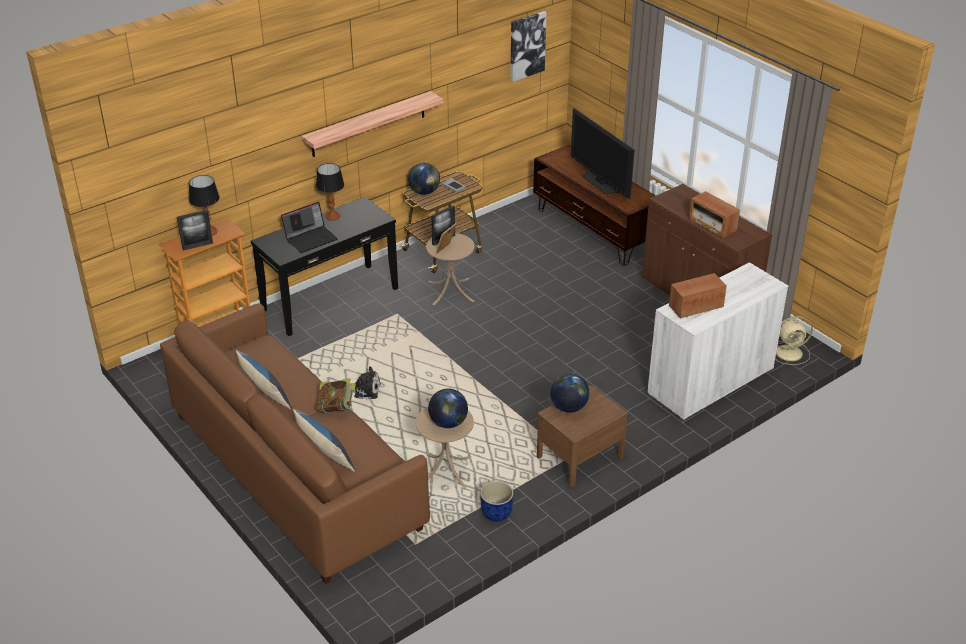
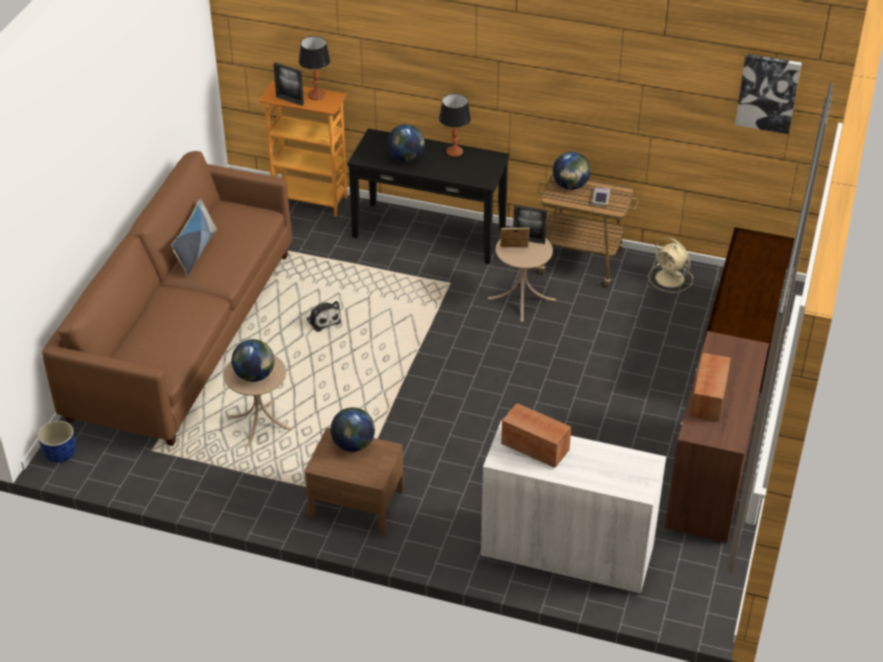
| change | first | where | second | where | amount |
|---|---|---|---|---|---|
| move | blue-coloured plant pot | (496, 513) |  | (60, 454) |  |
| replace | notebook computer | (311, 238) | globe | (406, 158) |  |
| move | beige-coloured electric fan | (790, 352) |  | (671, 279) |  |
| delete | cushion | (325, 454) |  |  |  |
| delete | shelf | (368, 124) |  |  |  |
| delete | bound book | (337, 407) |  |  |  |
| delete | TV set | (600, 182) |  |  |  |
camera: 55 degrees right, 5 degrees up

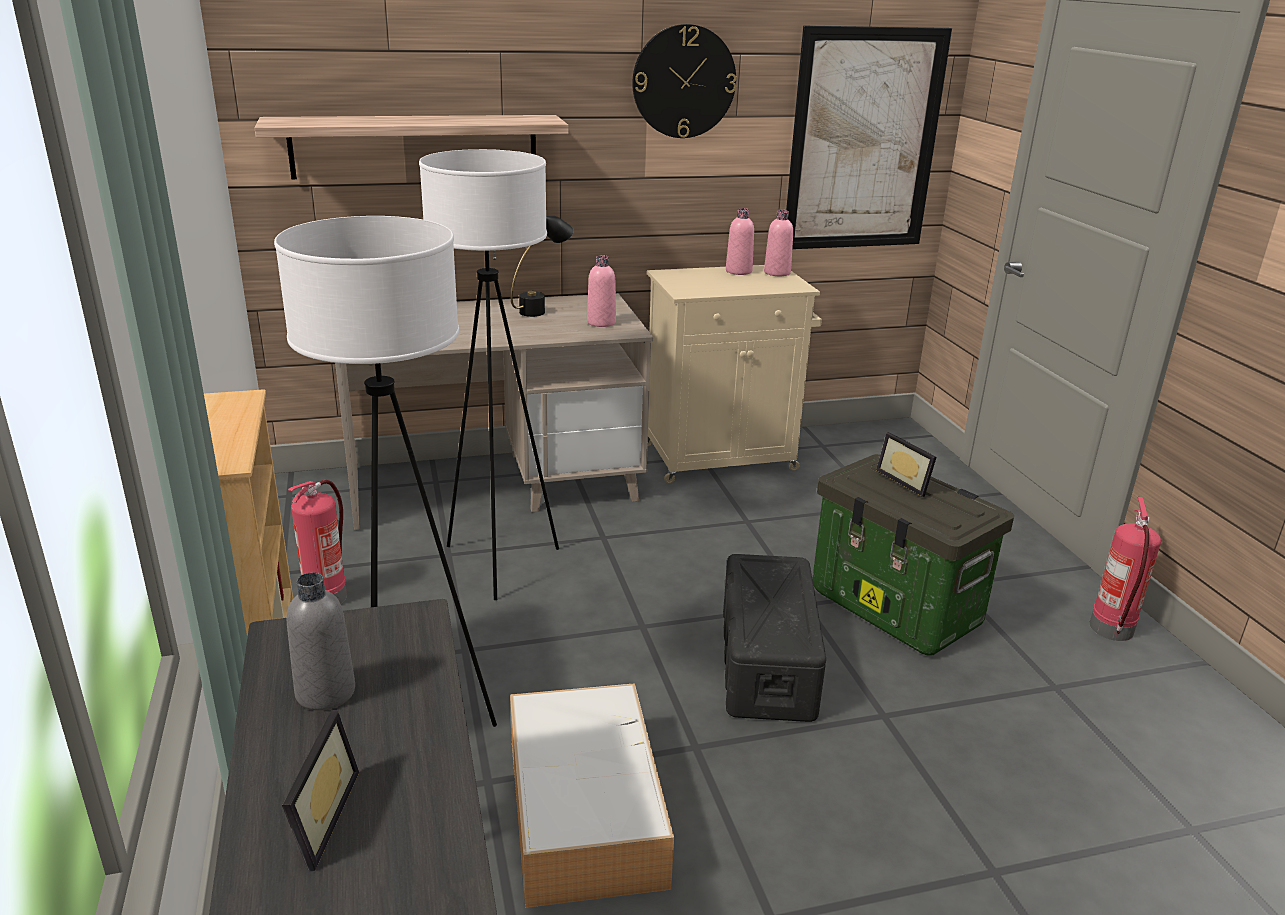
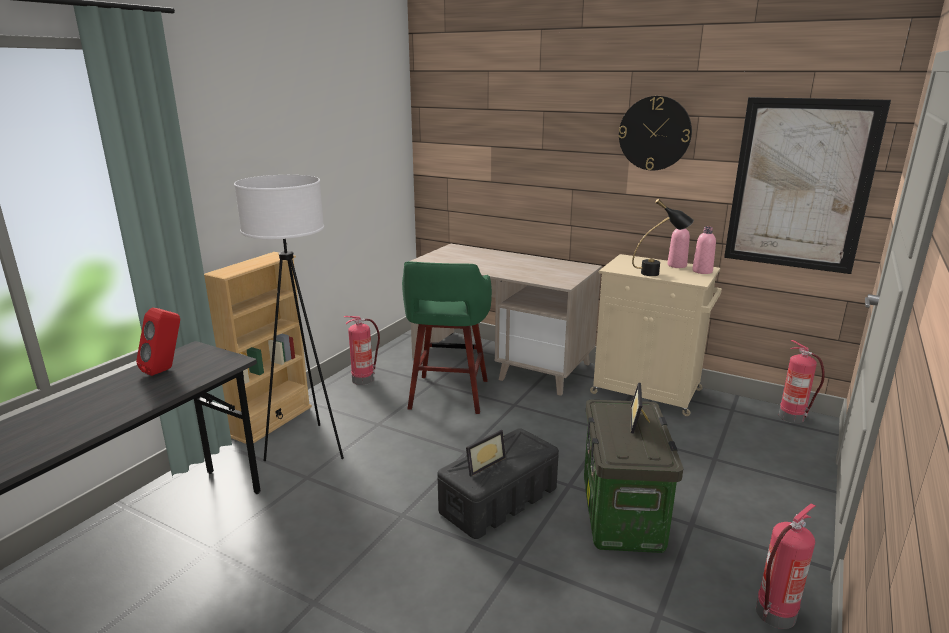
| change | first | where | second | where | amount |
|---|---|---|---|---|---|
| replace | grey bottle | (325, 692) | reddish loudspeaker | (166, 369) |  |
| replace | white-coloured standard lamp | (499, 563) | greenish sitting stool | (448, 395) |  |
| move | standing frame | (314, 817) |  | (482, 463) |  |
| move | blackish lamp for a table | (541, 309) |  | (658, 273) |  |
| insert |  |  | fire extinguisher | (793, 417) |  |
| delete | shelf | (415, 146) |  |  |  |
| delete | storage box | (583, 807) |  |  |  |
| delete | pink bottle | (601, 322) |  |  |  |
camera: 45 degrees right, 5 degrees down

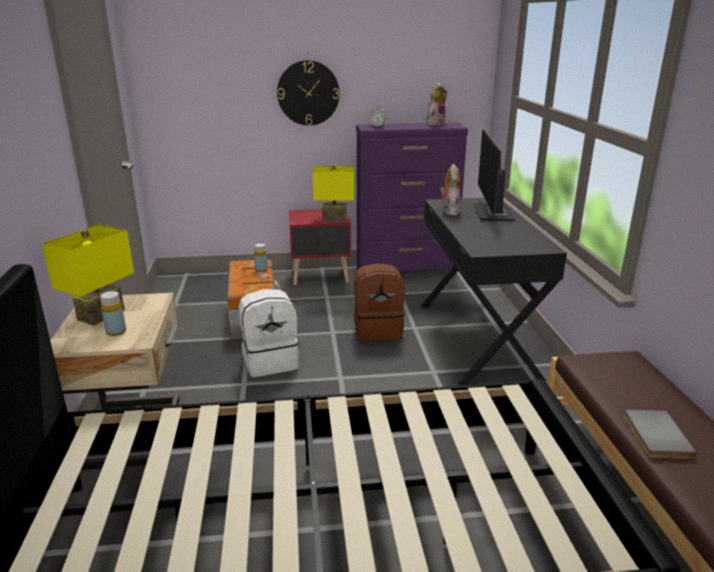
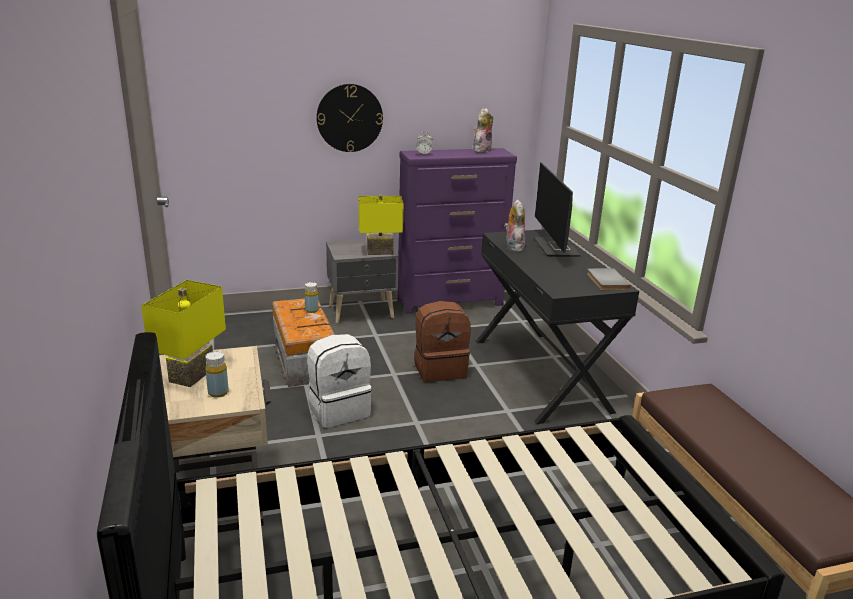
| change | first | where | second | where | amount |
|---|---|---|---|---|---|
| recolor | reddish nightstand | (321, 276) | grey nightstand | (362, 312) |  |
| move | grey bound book | (654, 436) |  | (605, 281) |  |
camera: 10 degrees left, 0 degrees up

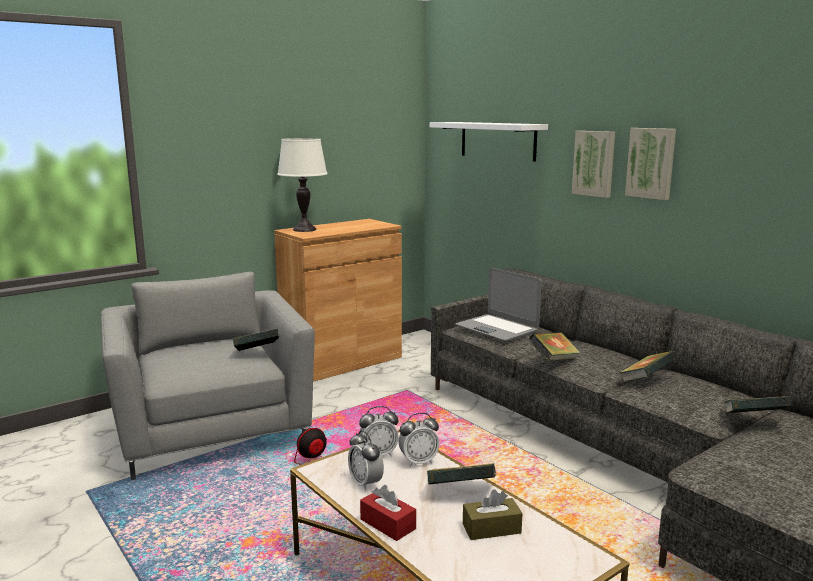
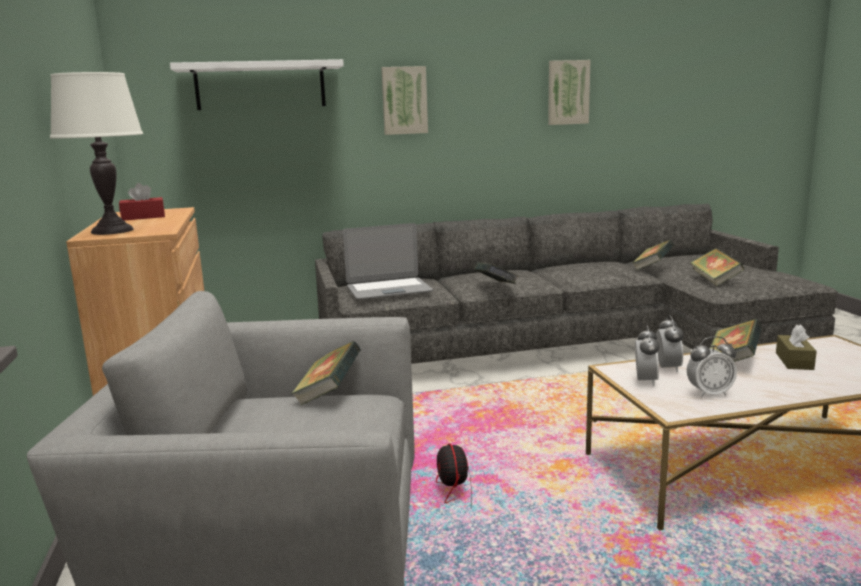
| change | first | where | second | where | amount |
|---|---|---|---|---|---|
| move | reddish tissue holder | (388, 524) |  | (143, 217) |  |
| move | wall art | (651, 163) |  | (567, 92) |  |
| move | bound book | (646, 381) |  | (715, 280) |  |
camera: 65 degrees left, 0 degrees up

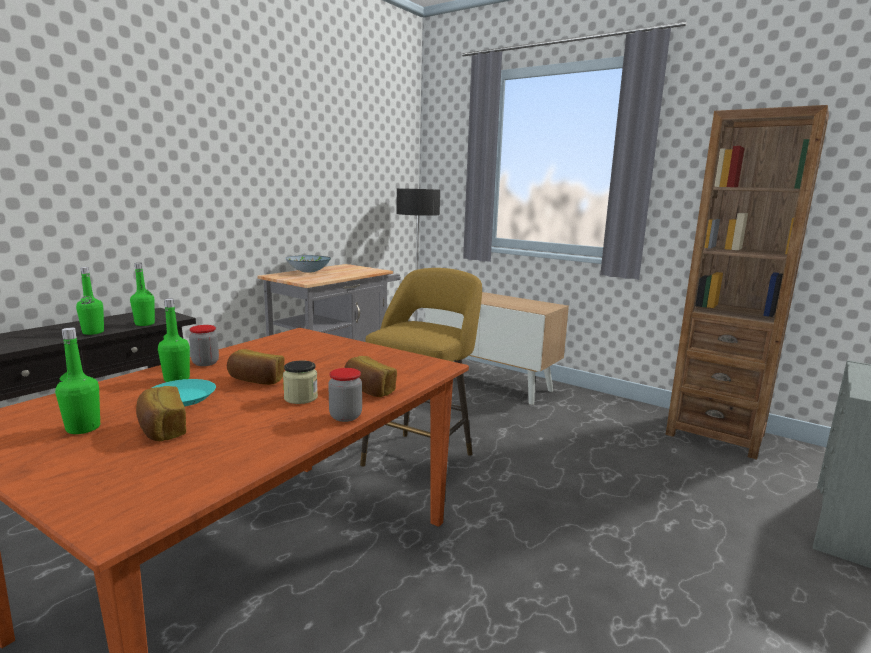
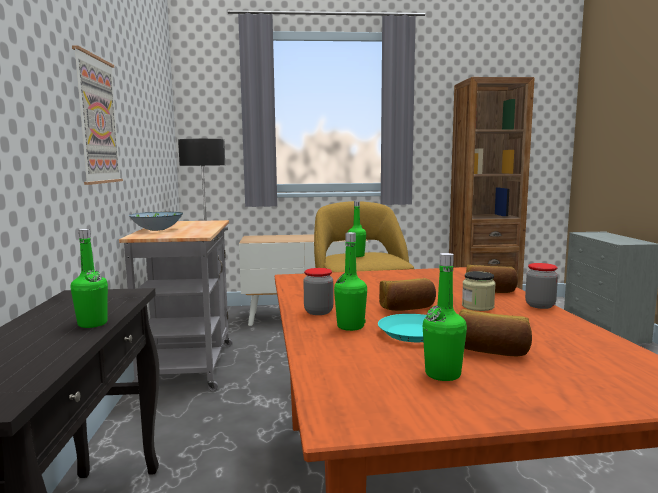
| change | first | where | second | where | amount |
|---|---|---|---|---|---|
| insert |  |  | wall art | (97, 120) |  |
| move | greenish bottle | (145, 324) |  | (356, 255) |  |
camera: 40 degrees left, 5 degrees down

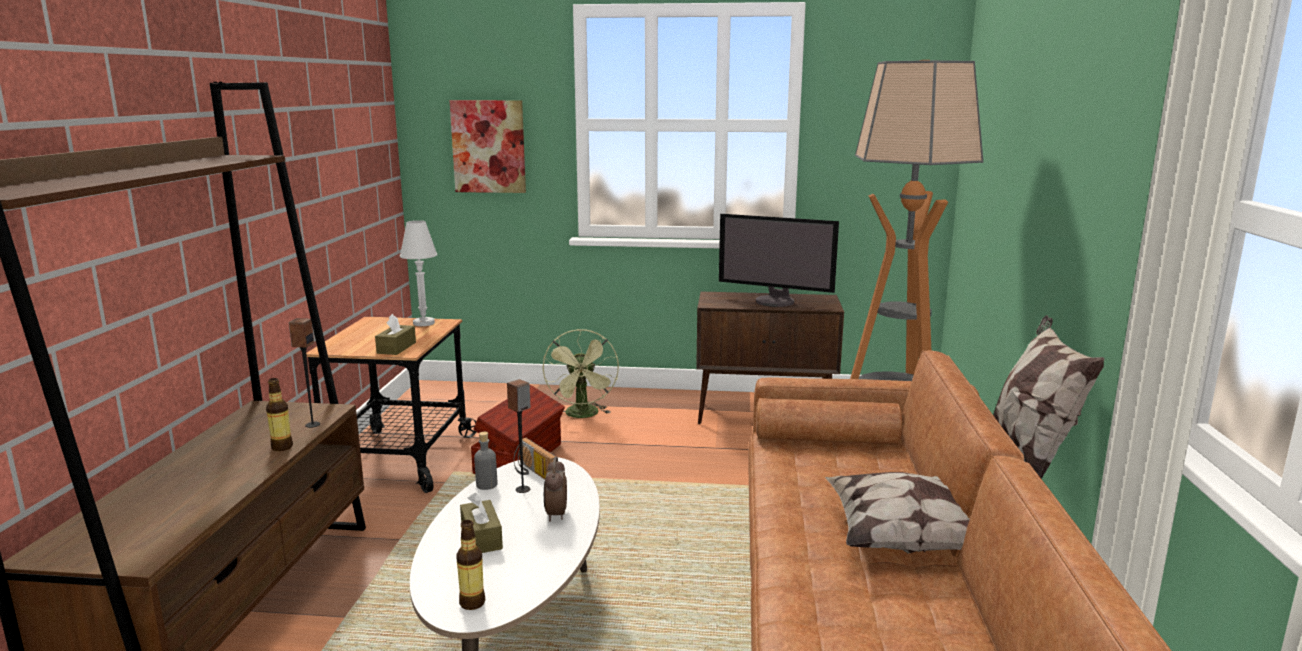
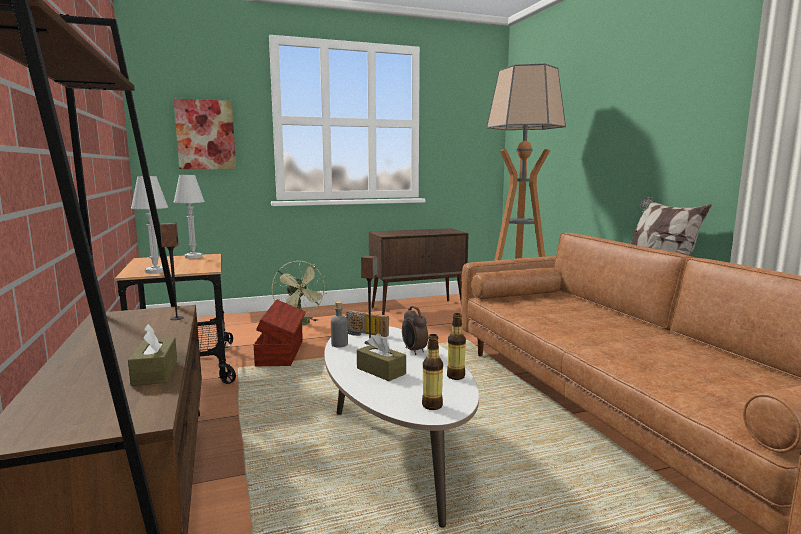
| change | first | where | second | where | amount |
|---|---|---|---|---|---|
| move | brownish tissue holder | (396, 348) |  | (155, 372) |  |
| insert |  |  | white-coloured lamp for a table | (155, 271) |  |
| move | bottle | (282, 447) |  | (455, 376) |  |
| delete | computer display | (775, 301) |  |  |  |
| delete | cushion | (904, 539) |  |  |  |
camera: 25 degrees left, 5 degrees down

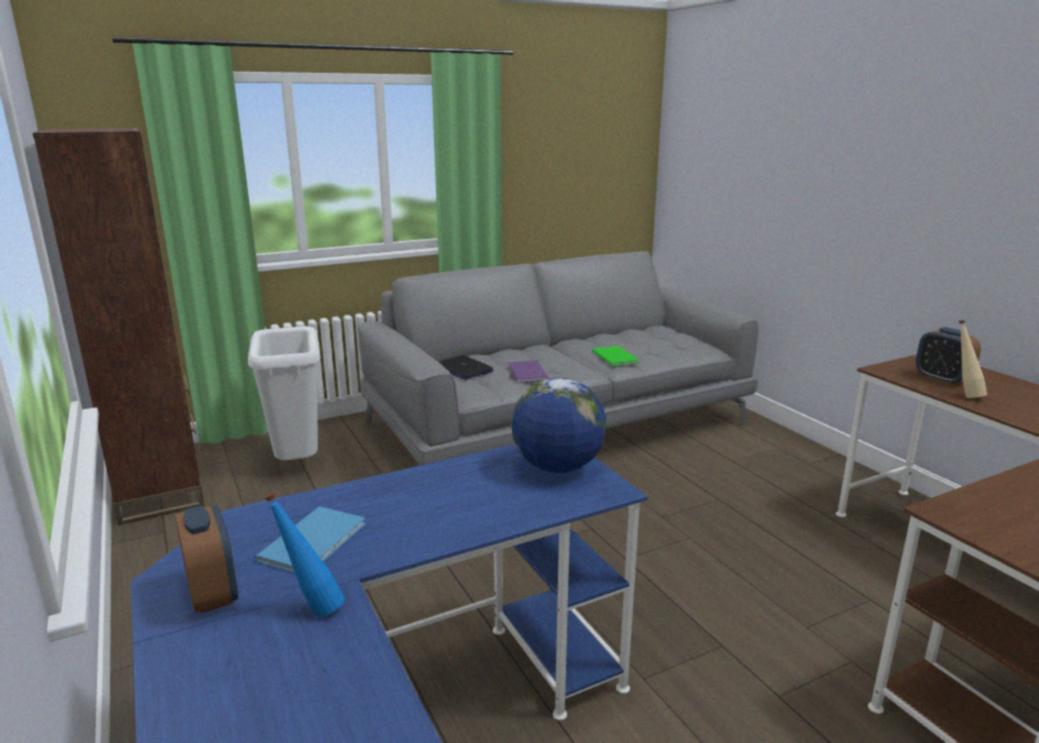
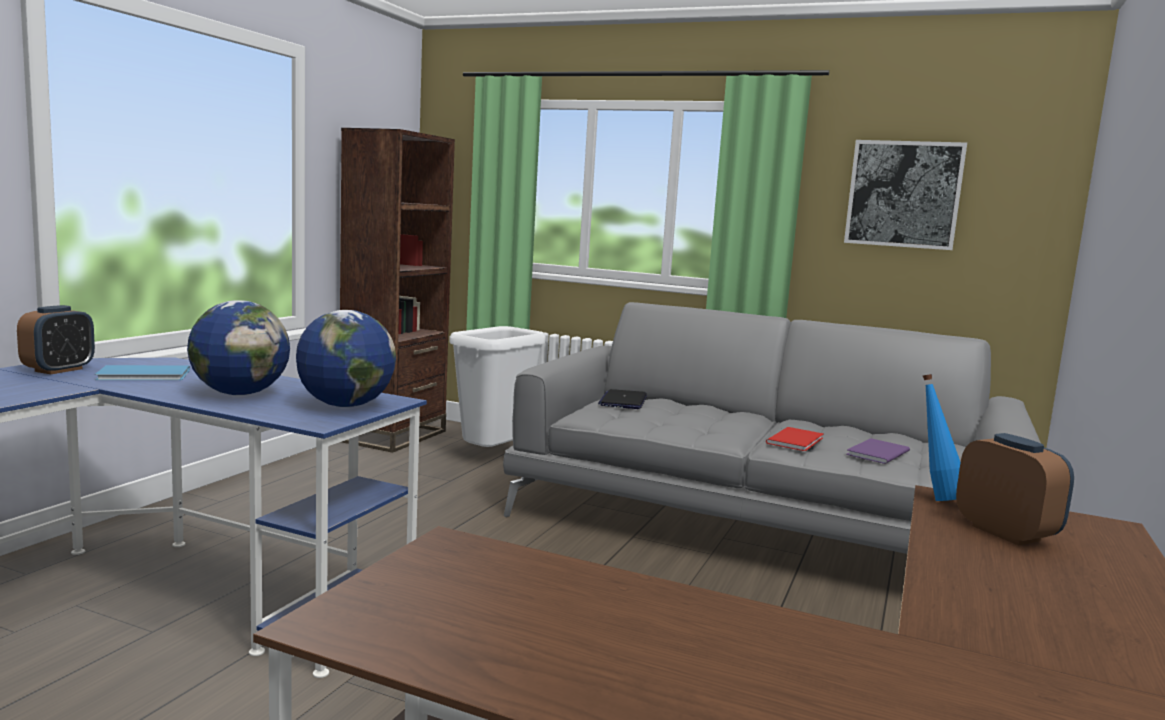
| change | first | where | second | where | amount |
|---|---|---|---|---|---|
| insert |  |  | globe | (240, 394) |  |
| recolor | greenish bound book | (615, 356) | reddish bound book | (797, 440) |  |
| insert |  |  | wall art | (903, 194) |  |
| move | purplish bound book | (526, 373) |  | (875, 453) |  |
| move | blue-coloured bottle | (311, 609) |  | (935, 498) |  |
| rotate | bedside clock | (942, 379) |  | (1006, 533) | 135 degrees clockwise |
| delete | beige-coloured bottle | (964, 395) |  |  |  |
camera: 50 degrees right, 10 degrees down

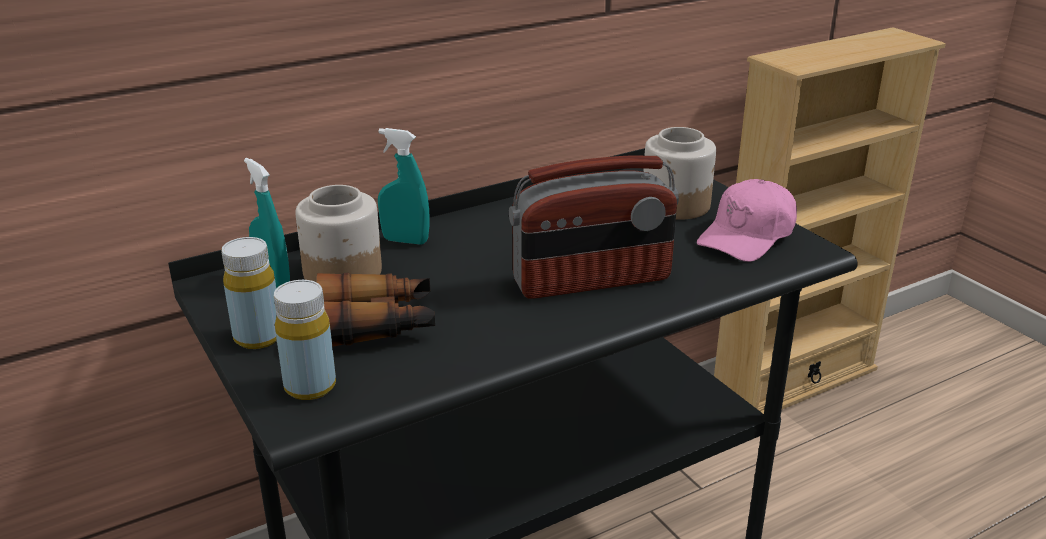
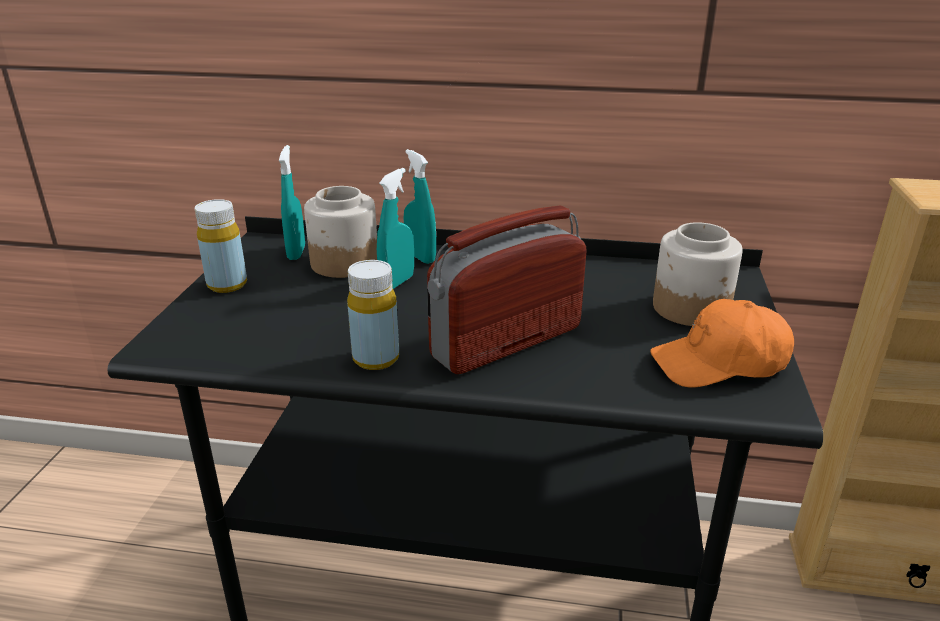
| change | first | where | second | where | amount |
|---|---|---|---|---|---|
| move | yellowish bottle | (310, 386) |  | (376, 359) |  |
| insert |  |  | turquoise-coloured spray bottle | (397, 282) |  |
| rotate | radio receiver | (592, 281) |  | (506, 342) | 120 degrees clockwise |
| recolor | pink cap | (747, 236) | orange-coloured cap | (720, 363) |  |
| delete | binoculars | (377, 325) |  |  |  |
camera: 40 degrees right, 0 degrees up

